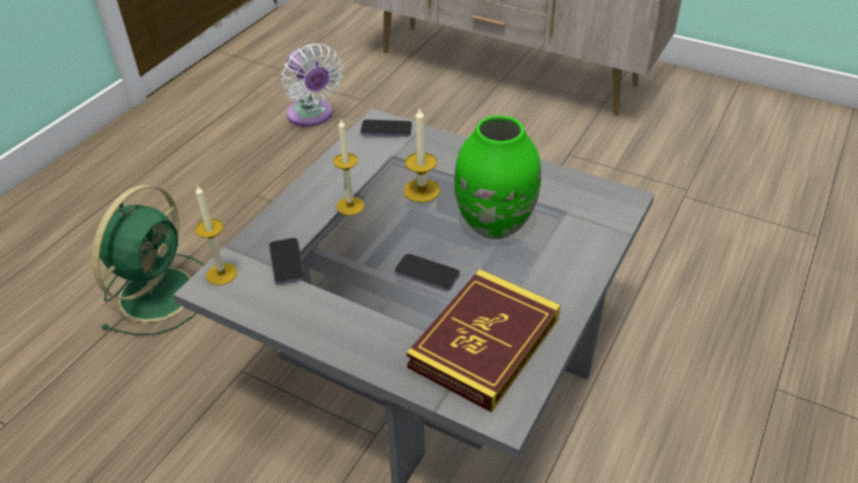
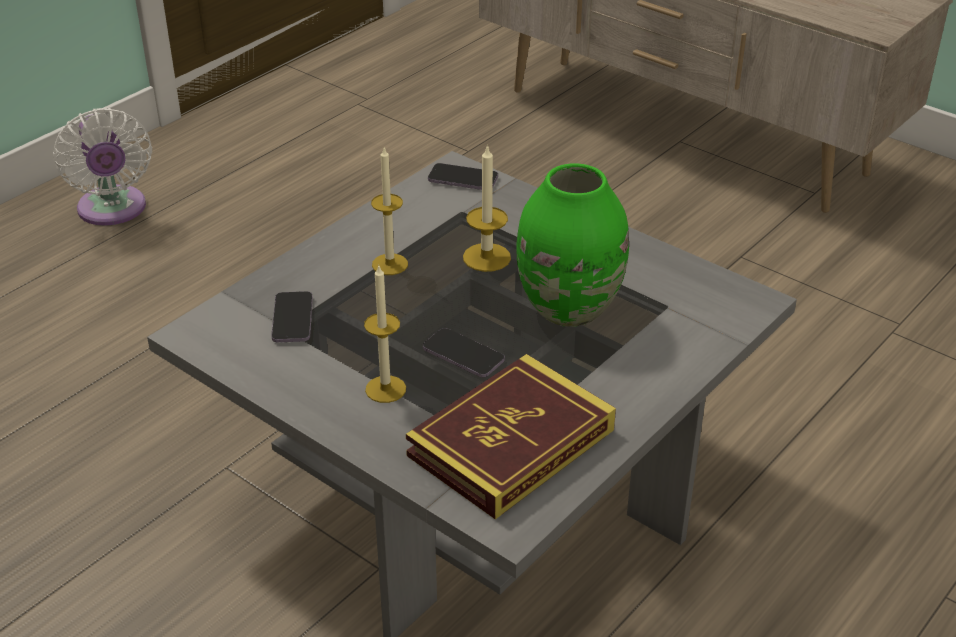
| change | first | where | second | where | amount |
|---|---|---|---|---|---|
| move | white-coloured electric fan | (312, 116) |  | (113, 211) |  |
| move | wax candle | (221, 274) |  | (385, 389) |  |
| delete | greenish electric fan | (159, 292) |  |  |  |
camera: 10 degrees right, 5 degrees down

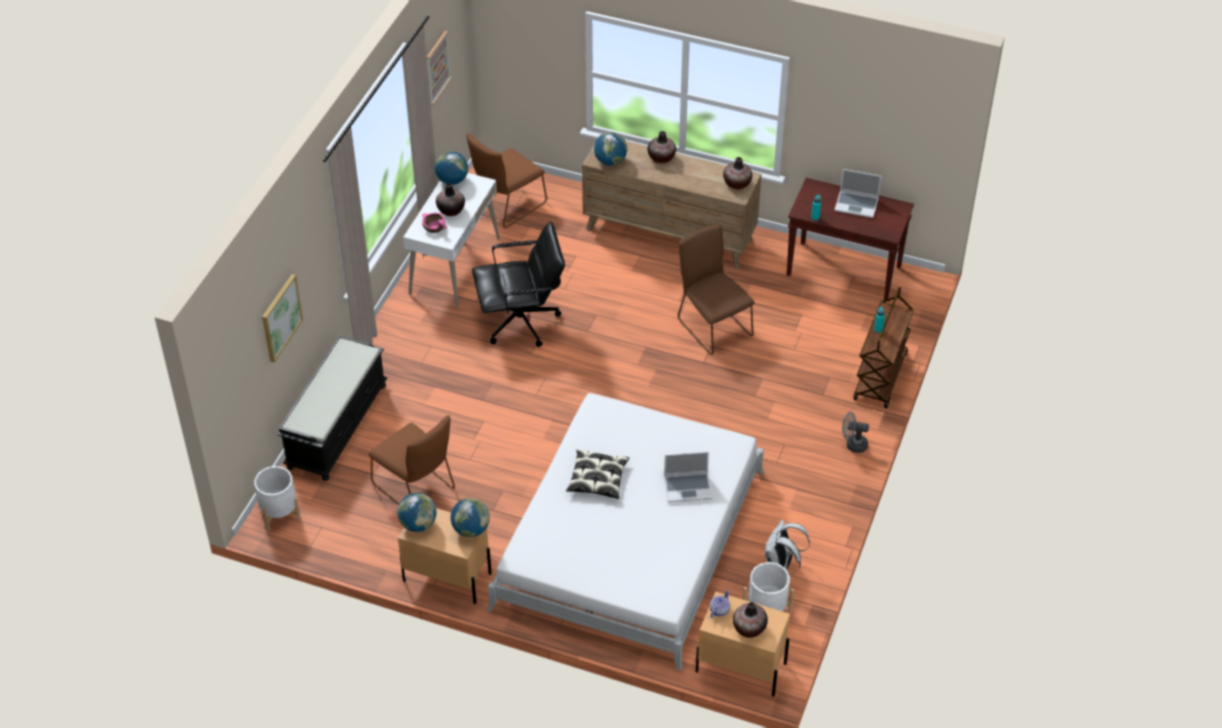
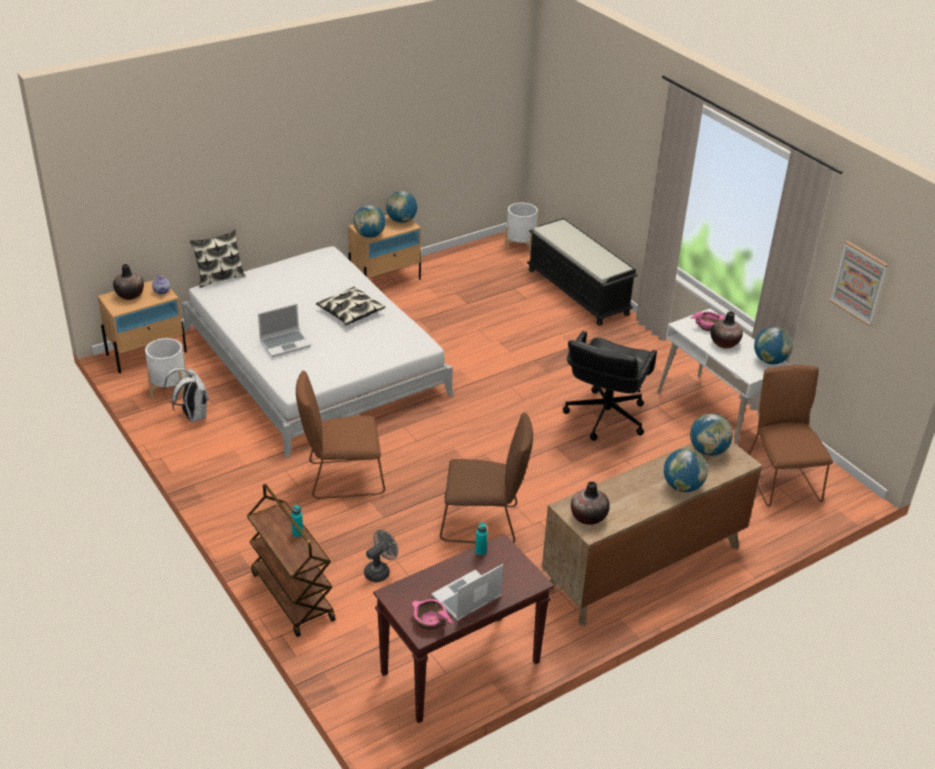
| change | first | where | second | where | amount |
|---|---|---|---|---|---|
| insert |  |  | cushion | (220, 278) |  |
| rotate | notebook computer | (688, 487) |  | (285, 343) | 150 degrees counterclockwise |
| move | brownish chair | (416, 488) |  | (342, 478) |  |
| move | grey electric fan | (853, 444) |  | (380, 571) |  |
| insert |  |  | pink serving bowl | (430, 621) |  |
| replace | flower vase | (661, 158) | globe | (682, 486) |  |
| delete | wall art | (280, 317) |  |  |  |
camera: 125 degrees right, 10 degrees down

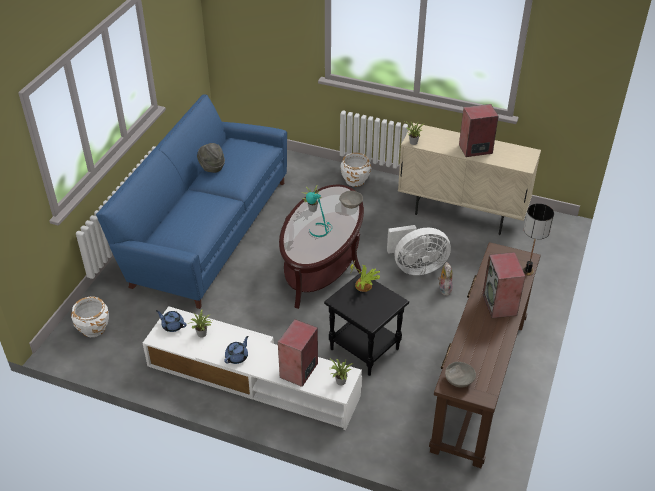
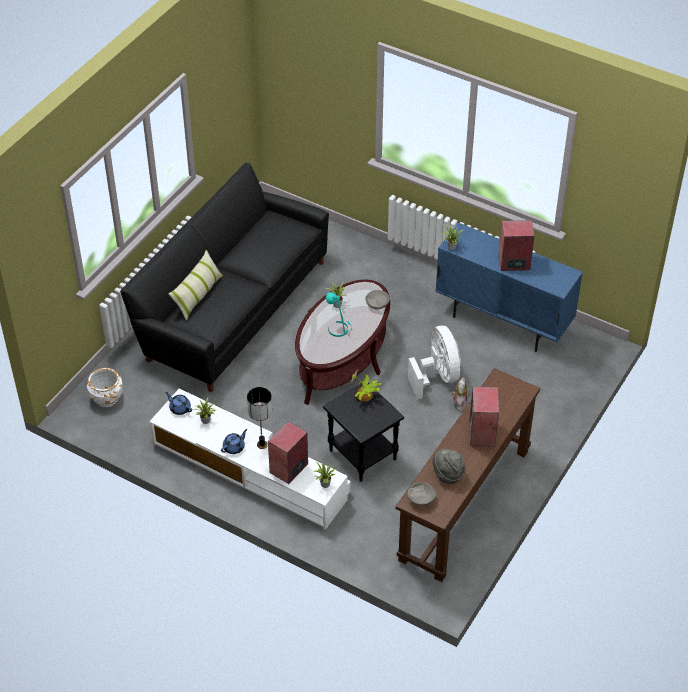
| change | first | where | second | where | amount |
|---|---|---|---|---|---|
| recolor | blue-coloured settee | (206, 231) | blackish settee | (232, 308) |  |
| insert |  |  | cushion | (198, 295) |  |
| move | lamp for a table | (527, 271) |  | (262, 444) |  |
| rotate | white-coloured electric fan | (416, 267) |  | (437, 377) | 105 degrees counterclockwise |
| move | grey wearable hat | (211, 167) |  | (448, 474) |  |
| recolor | beige-coloured cupboard | (462, 214) | blue-coloured cupboard | (503, 323) |  |
| delete | white-coloured plant pot | (355, 180) |  |  |  |
camera: 10 degrees right, 5 degrees up

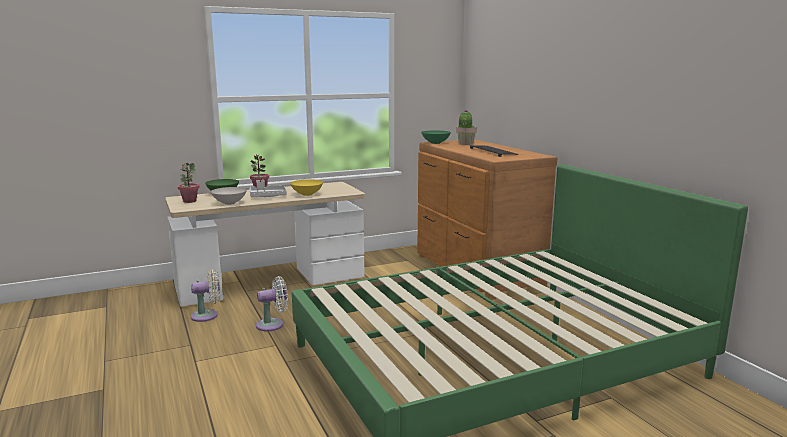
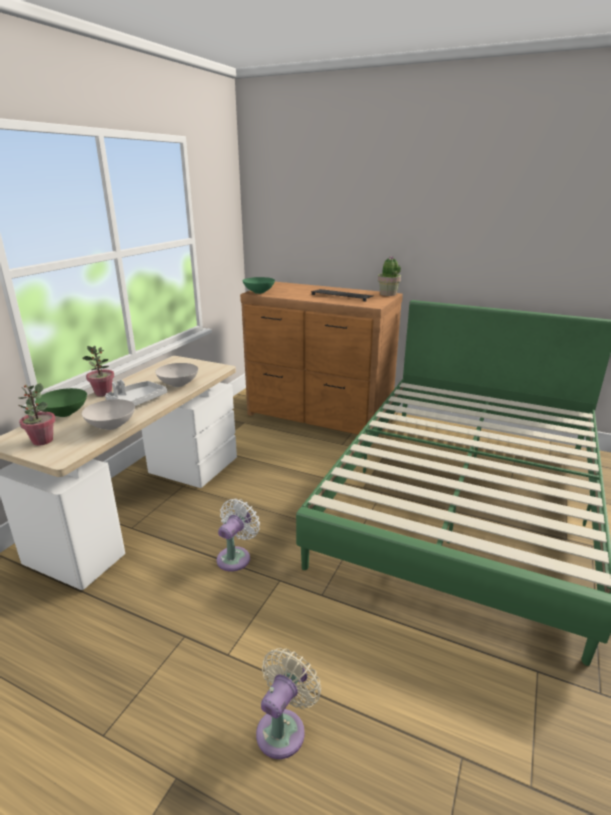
| change | first | where | second | where | amount |
|---|---|---|---|---|---|
| recolor | yellowish serving bowl | (306, 194) | white-coloured serving bowl | (178, 385) |  |
| move | beige-coloured electric fan | (207, 315) |  | (283, 728) |  |
| move | plant in a pot | (465, 144) |  | (388, 294) |  |
camera: 40 degrees left, 10 degrees up

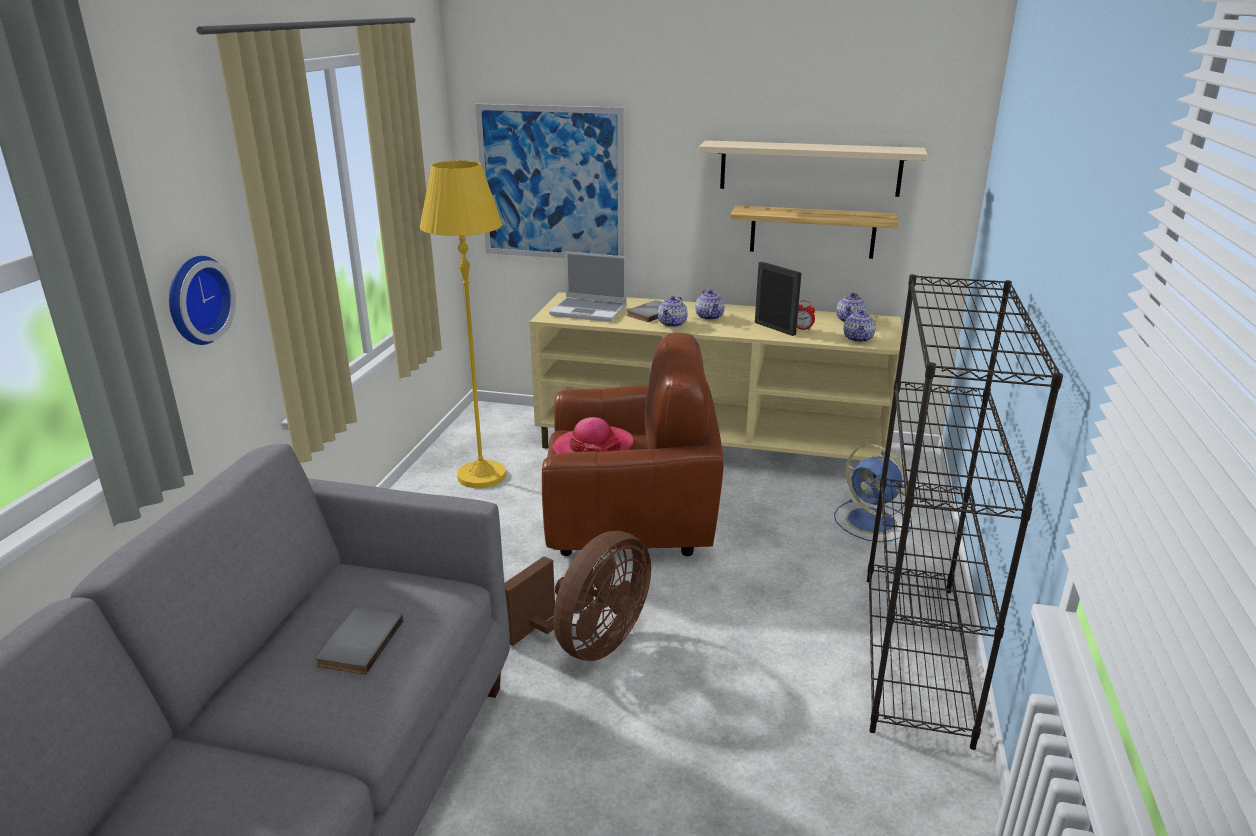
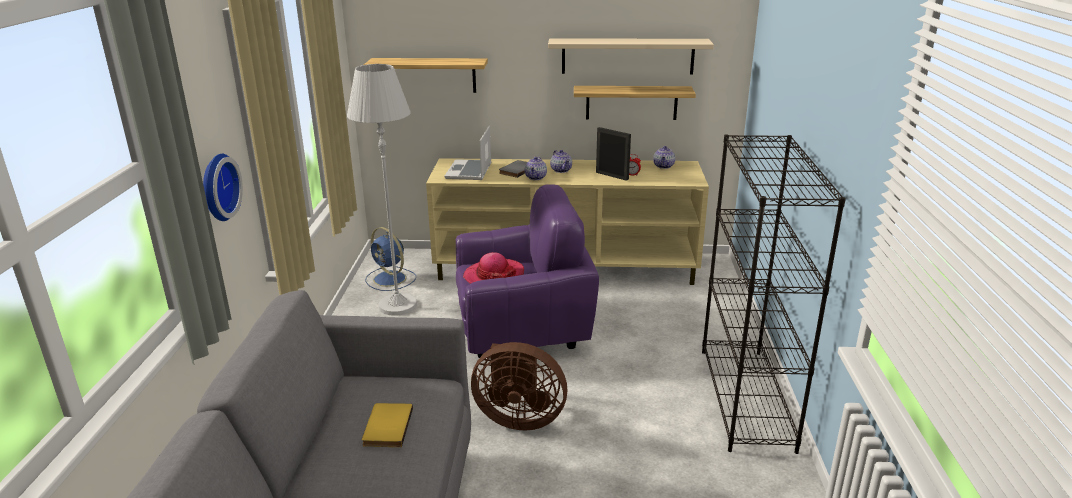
| change | first | where | second | where | amount |
|---|---|---|---|---|---|
| recolor | yellowish standard lamp | (481, 476) | white-coloured standard lamp | (398, 305) |  |
| recolor | grey bound book | (357, 643) | yellowish bound book | (386, 427) |  |
| replace | wall art | (551, 184) | shelf | (430, 75) |  |
| move | blue-coloured electric fan | (873, 522) |  | (390, 279) |  |
| rotate | notebook computer | (590, 311) |  | (469, 171) | 90 degrees clockwise |
| recolor | brownish armchair | (631, 520) | purplish armchair | (523, 327) |  |
| rotate | brownish electric fan | (588, 643) |  | (519, 417) | 75 degrees clockwise |
| delete | pot for tea | (858, 338) |  |  |  |
camera: 10 degrees left, 0 degrees up

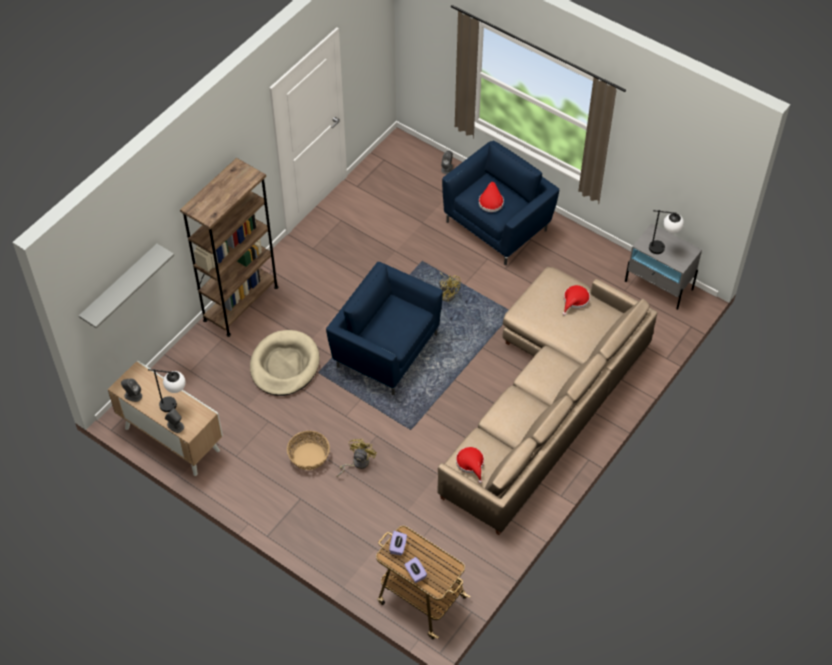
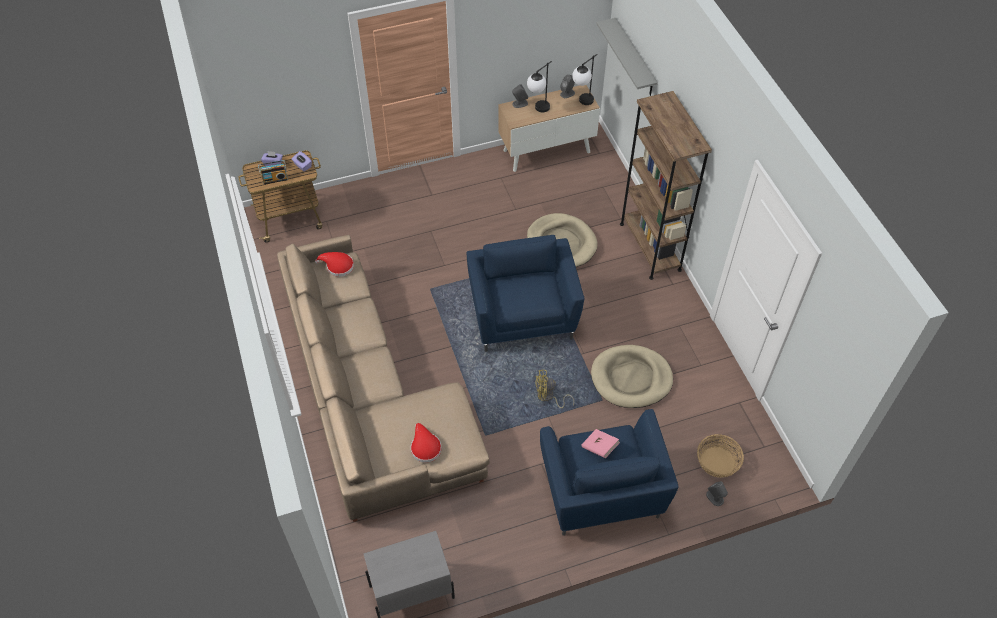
| change | first | where | second | where | amount |
|---|---|---|---|---|---|
| insert |  |  | radio receiver | (275, 179) |  |
| rotate | blue-coloured armchair | (385, 349) |  | (523, 316) | 75 degrees counterclockwise |
| move | lamp for a table | (663, 248) |  | (582, 103) |  |
| replace | reddish wearable hat | (491, 201) | pink bound book | (599, 447) |  |
| insert |  |  | beige-coloured pet bed | (631, 378) |  |
| move | household basket | (309, 456) |  | (717, 462) |  |
| delete | yellowish electric fan | (357, 463) |  |  |  |
camera: 125 degrees right, 0 degrees up

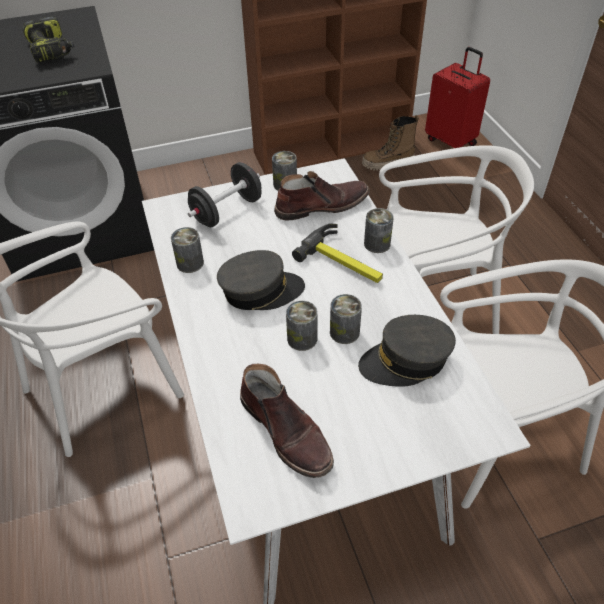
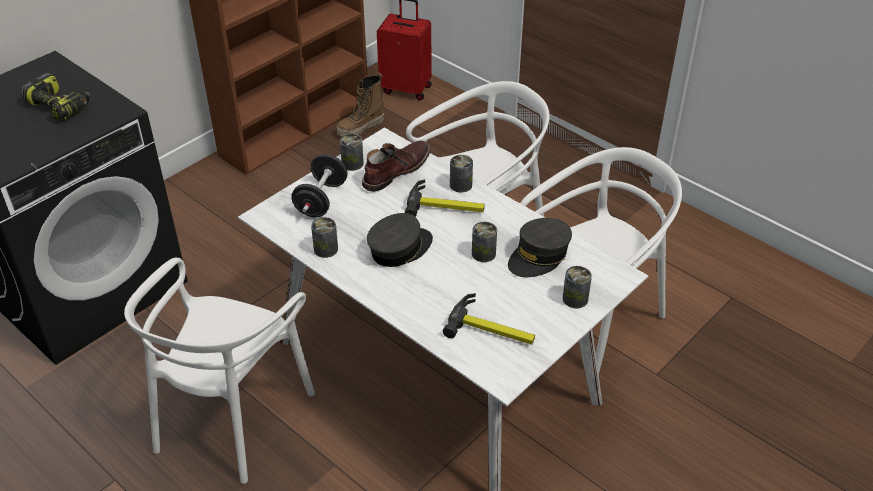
| change | first | where | second | where | amount |
|---|---|---|---|---|---|
| replace | brownish tall boot | (287, 431) | hand hammer | (492, 329) |  |
| move | sealed can | (302, 339) |  | (575, 299) |  |
camera: 30 degrees left, 5 degrees down

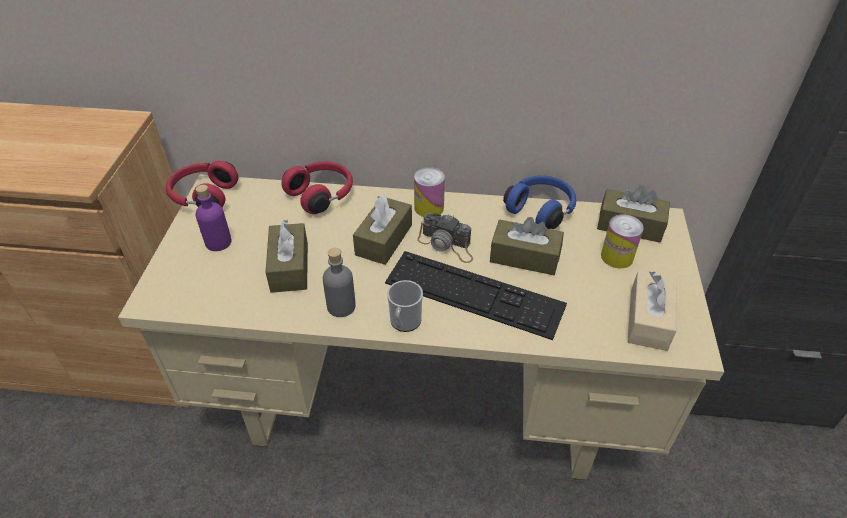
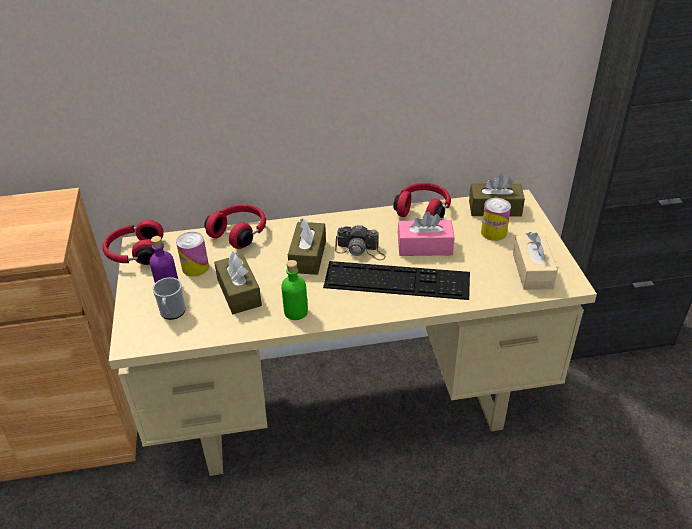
| change | first | where | second | where | amount |
|---|---|---|---|---|---|
| move | mug | (404, 323) |  | (172, 313) |  |
| move | sealed can | (429, 207) |  | (195, 267) |  |
| recolor | grey bottle | (341, 306) | greenish bottle | (296, 312) |  |
| recolor | blue-coloured pair of headphones | (541, 210) | reddish pair of headphones | (423, 210) |  |
| recolor | brownish tissue holder | (524, 257) | pink tissue holder | (424, 247) |  |
camera: 15 degrees left, 5 degrees down

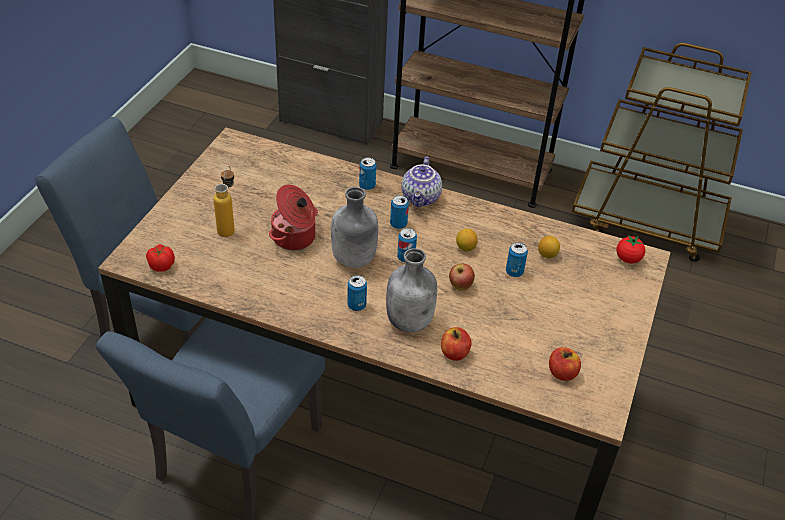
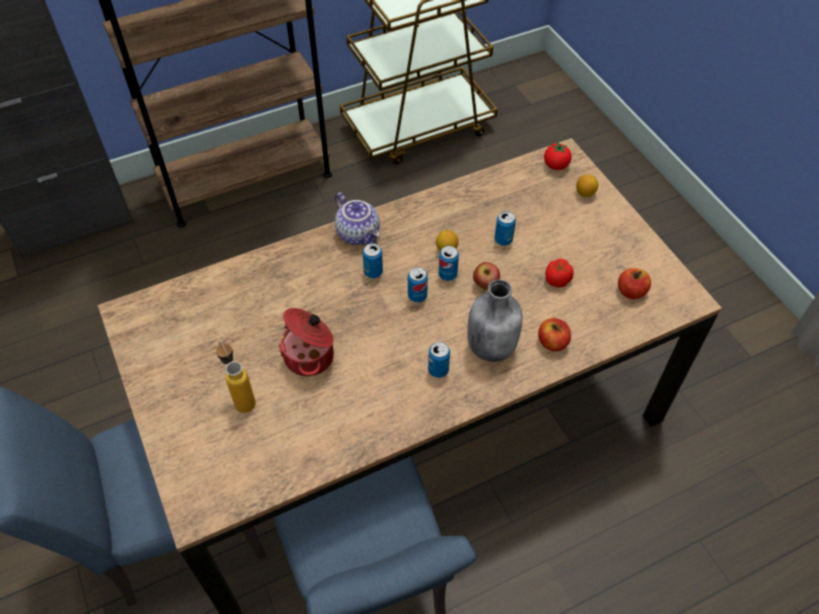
| change | first | where | second | where | amount |
|---|---|---|---|---|---|
| move | sealed can | (367, 186) |  | (447, 274) |  |
| move | whole tomato | (161, 265) |  | (556, 280) |  |
| move | citrus fruit | (547, 255) |  | (585, 193) |  |
| delete | grey bottle | (354, 259) |  |  |  |
camera: 45 degrees left, 10 degrees up

